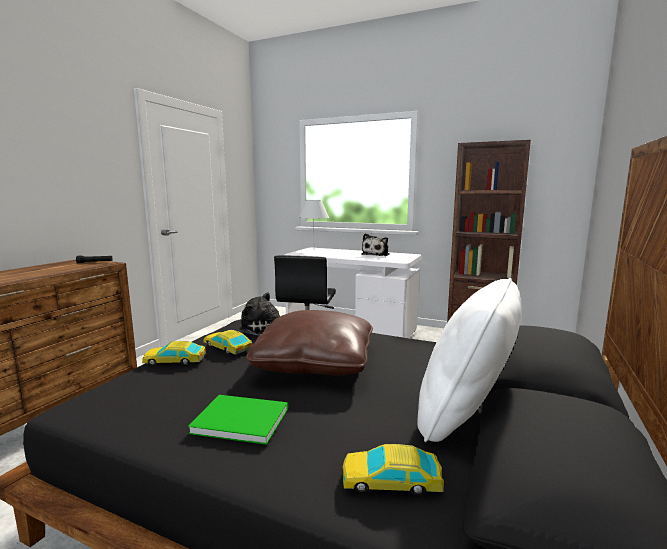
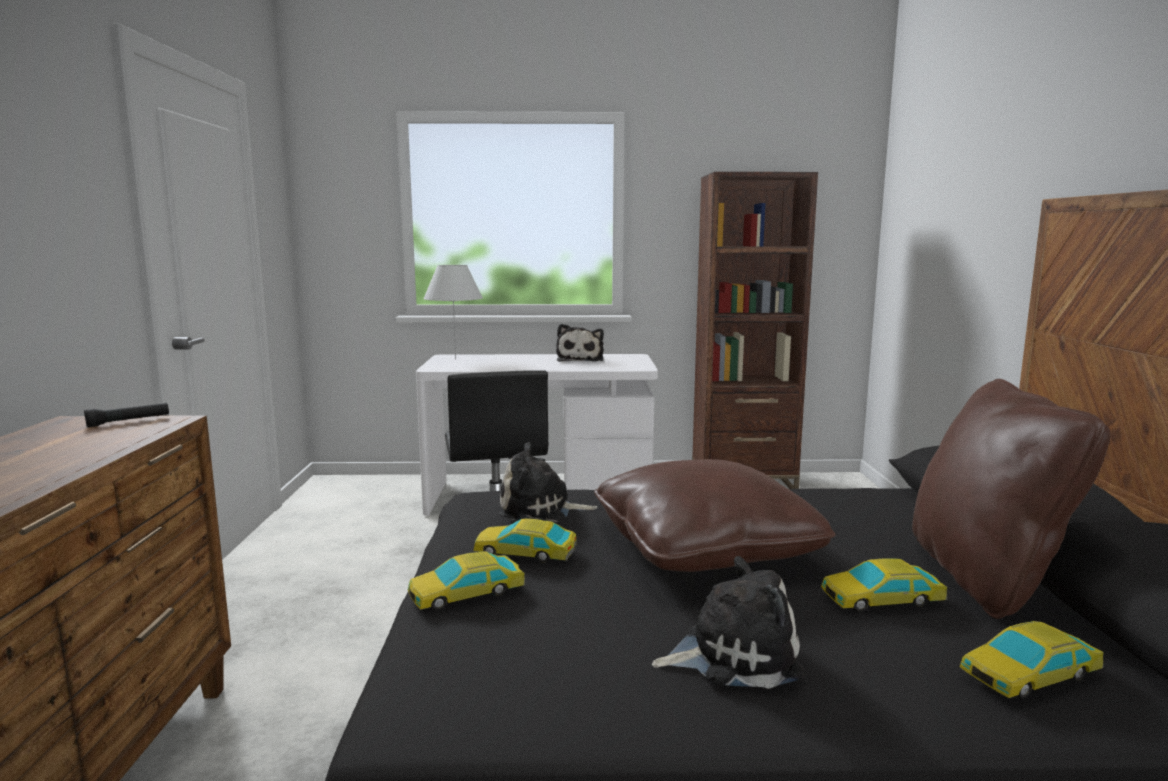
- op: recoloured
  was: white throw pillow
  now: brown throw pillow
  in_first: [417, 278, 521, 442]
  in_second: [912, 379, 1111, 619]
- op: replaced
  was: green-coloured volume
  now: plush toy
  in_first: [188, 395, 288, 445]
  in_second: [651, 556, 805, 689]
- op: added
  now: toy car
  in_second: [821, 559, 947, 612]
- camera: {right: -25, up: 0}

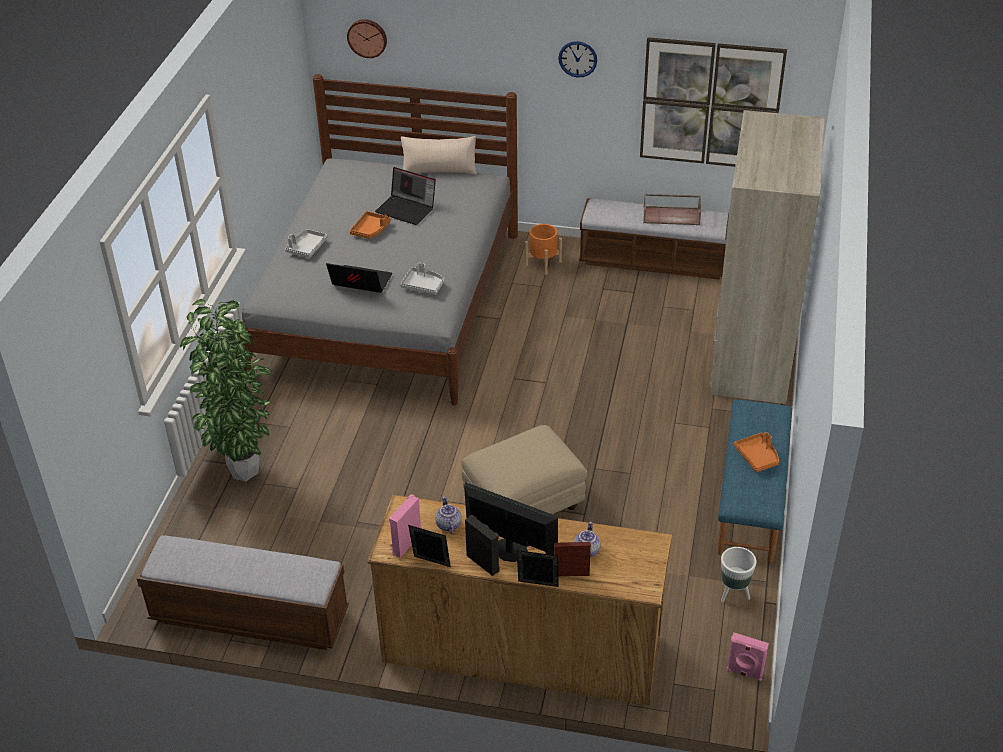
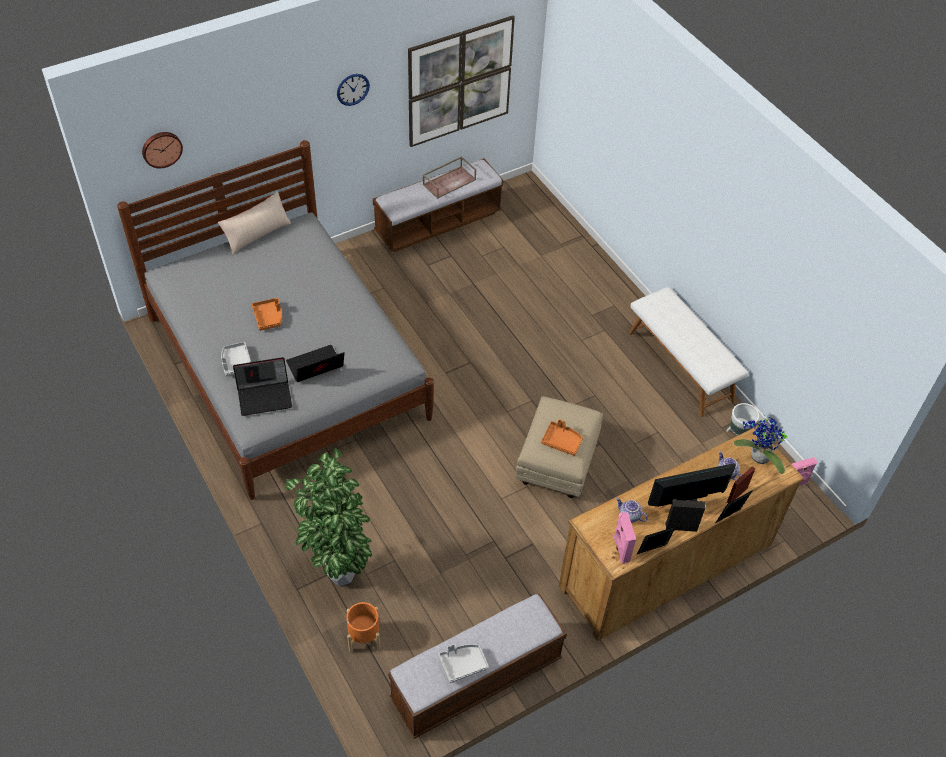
- op: removed
  was: beige-coloured armoire
  in_first: [710, 110, 825, 404]
- op: moved
  was: notebook computer
  in_first: [375, 167, 436, 225]
  in_second: [233, 357, 292, 416]
- op: moved
  was: orange plant pot
  in_first: [525, 224, 562, 275]
  in_second: [346, 602, 380, 652]
- op: moved
  was: greyish tray
  in_first: [400, 263, 444, 295]
  in_second: [438, 644, 489, 683]
- op: recoloured
  was: blue-coloured indoor bench
  now: white indoor bench
  in_first: [717, 399, 792, 563]
  in_second: [629, 287, 748, 417]
- op: moved
  was: orange tray
  in_first: [734, 432, 779, 472]
  in_second: [541, 419, 583, 456]
- op: added
  now: plant in a pot
  in_second: [734, 414, 788, 474]
- camera: {right: -45, up: 10}

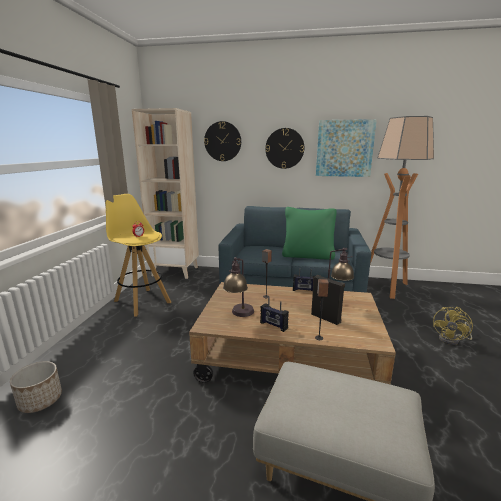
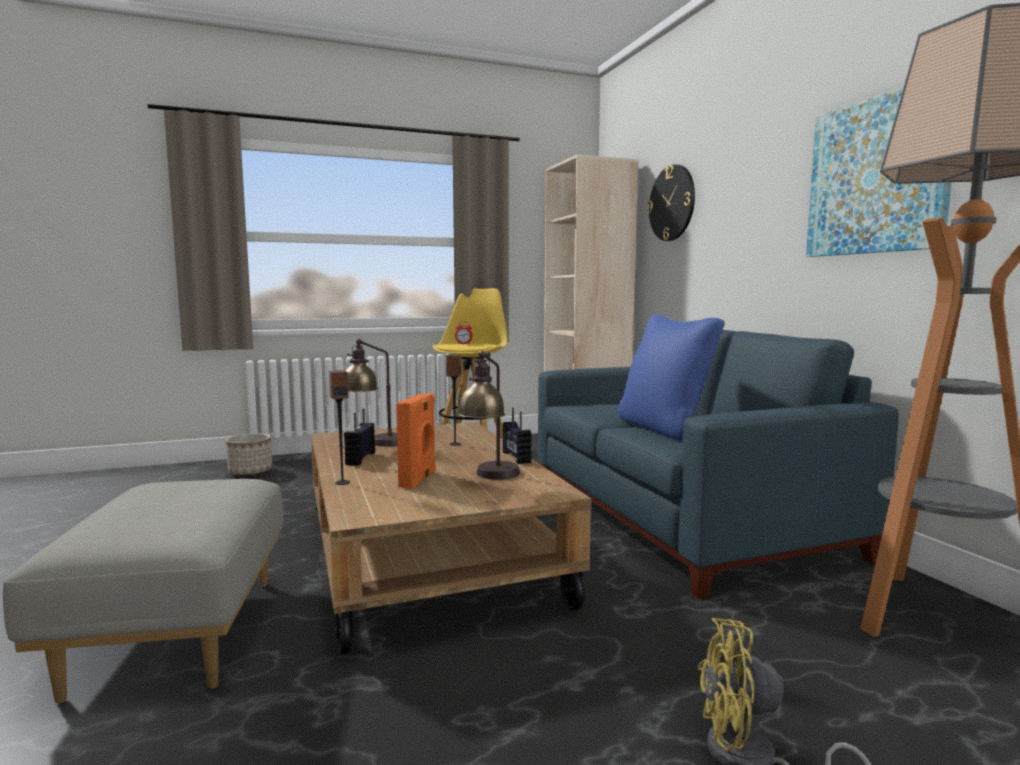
- op: removed
  was: clock on the wall
  in_first: [265, 128, 304, 169]
- op: recoloured
  was: green-coloured throw pillow
  now: blue-coloured throw pillow
  in_first: [282, 207, 337, 260]
  in_second: [618, 314, 725, 441]
- op: recoloured
  was: black audio speaker
  now: orange audio speaker
  in_first: [311, 275, 345, 325]
  in_second: [396, 393, 436, 489]
- camera: {right: 60, up: -10}

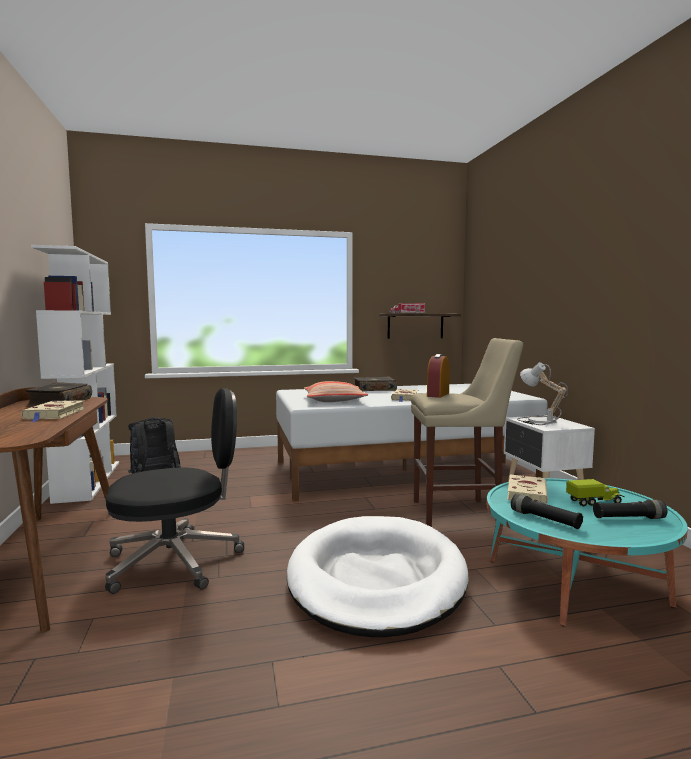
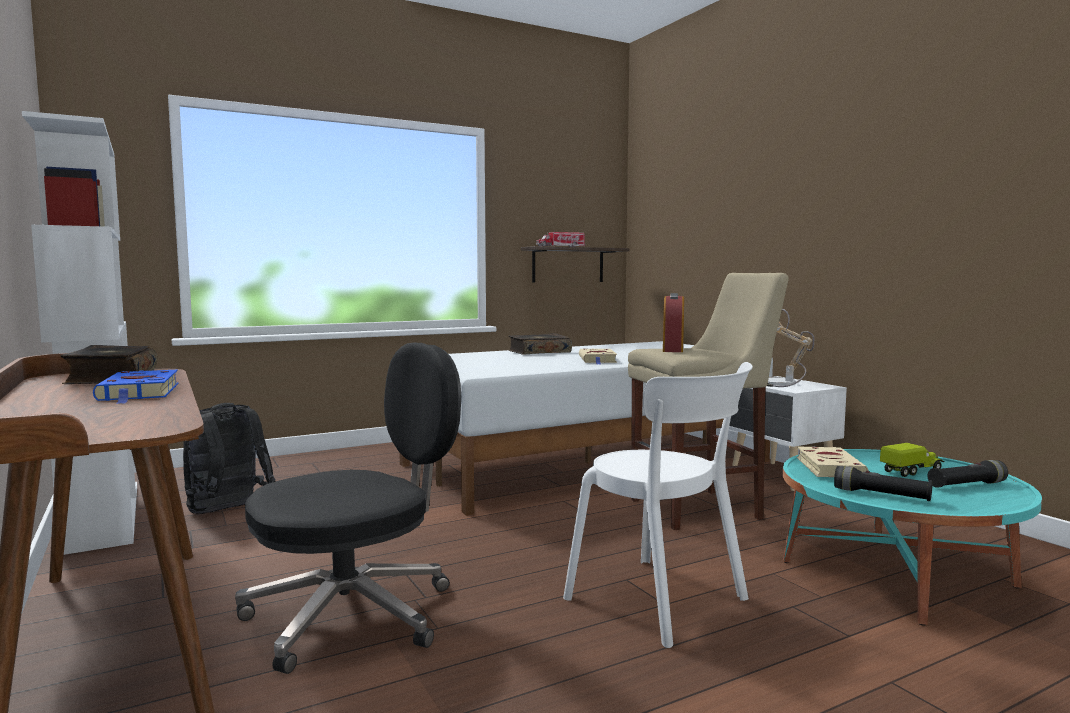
- op: removed
  was: throw pillow
  in_first: [304, 381, 368, 402]
- op: recoloured
  was: beige-coloured volume
  now: blue-coloured volume
  in_first: [21, 400, 85, 422]
  in_second: [93, 369, 179, 404]
- op: replaced
  was: white dog bed
  now: white upright chair
  in_first: [287, 516, 468, 637]
  in_second: [563, 362, 753, 648]
- camera: {right: -15, up: 0}

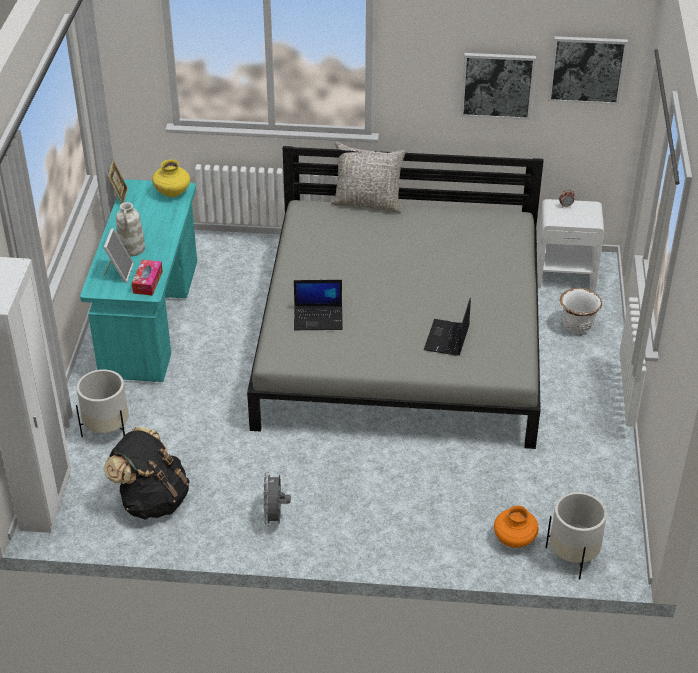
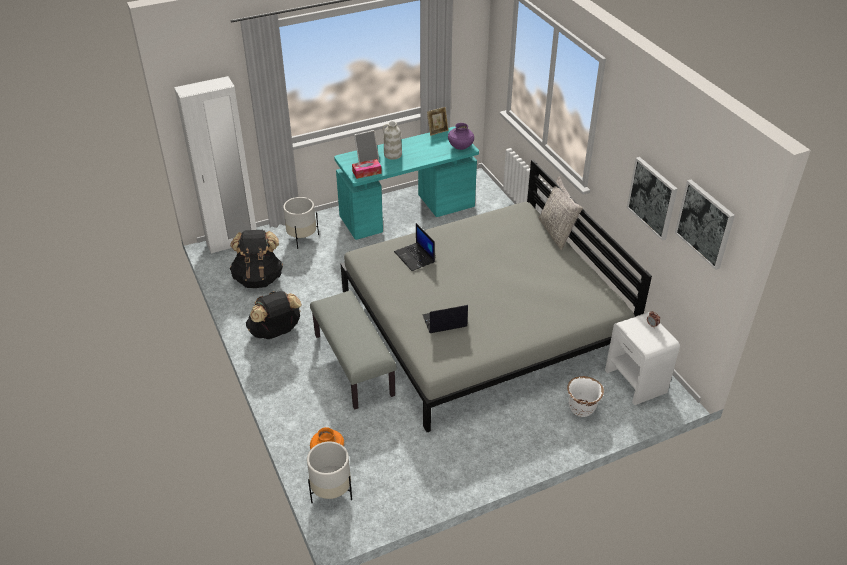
- op: recoloured
  was: yellow decorative vase
  now: purple-coloured decorative vase
  in_first: [152, 160, 190, 197]
  in_second: [448, 123, 474, 150]
- op: replaced
  was: greyish electric fan
  now: black knapsack
  in_first: [263, 472, 291, 527]
  in_second: [246, 291, 302, 339]
- op: added
  now: greyish indoor bench
  in_second: [310, 290, 397, 410]
- camera: {right: 60, up: 0}

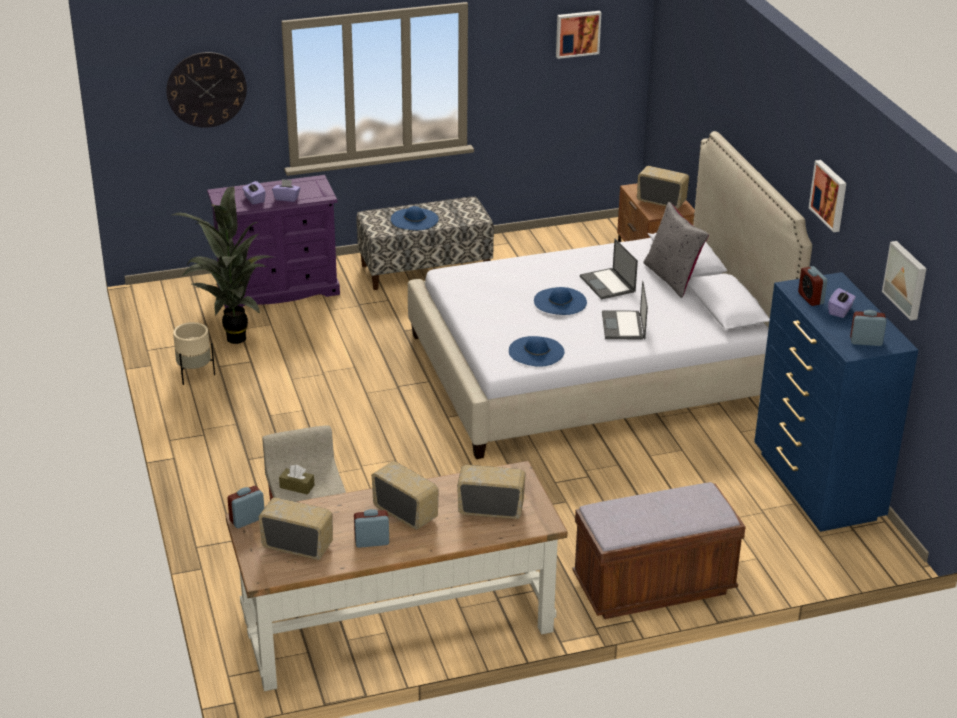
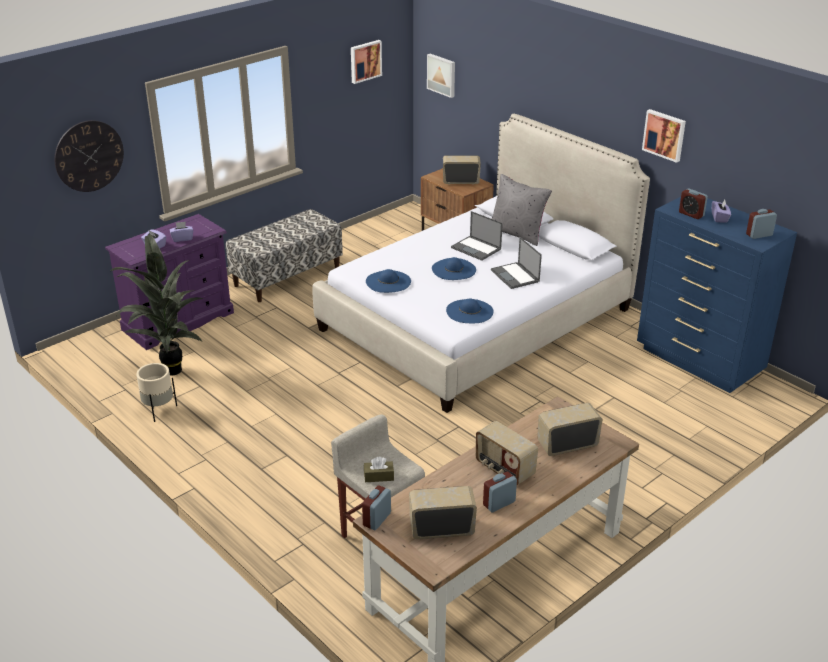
- op: moved
  was: blue-coloured wearable hat
  in_first: [391, 206, 439, 230]
  in_second: [366, 269, 411, 293]
- op: moved
  was: picture
  in_first: [882, 241, 926, 320]
  in_second: [427, 54, 455, 98]
- op: turned
  was: radio
  in_first: [372, 461, 438, 530]
  in_second: [476, 421, 538, 485]
  clockwise: -150
- op: removed
  was: brown indoor bench
  in_first: [572, 482, 746, 619]
- camera: {right: -25, up: 0}

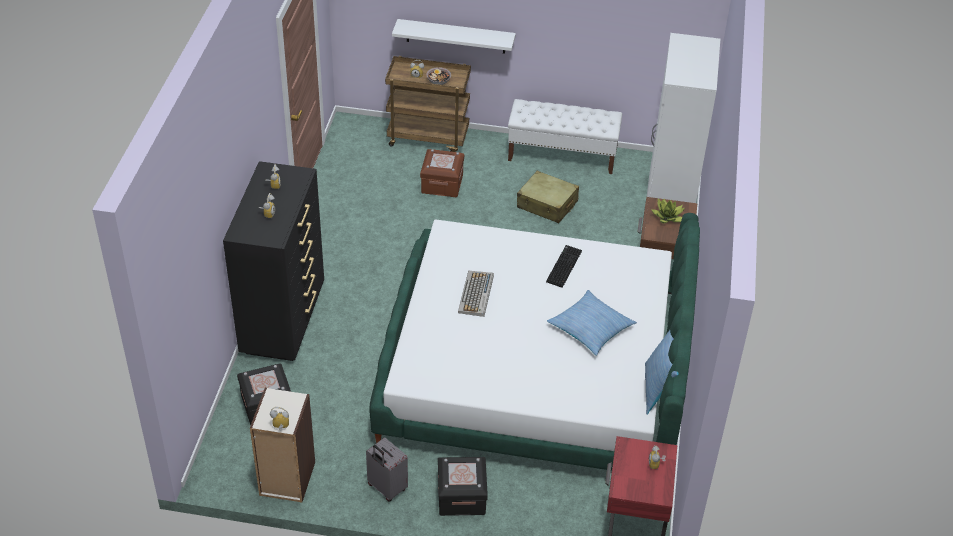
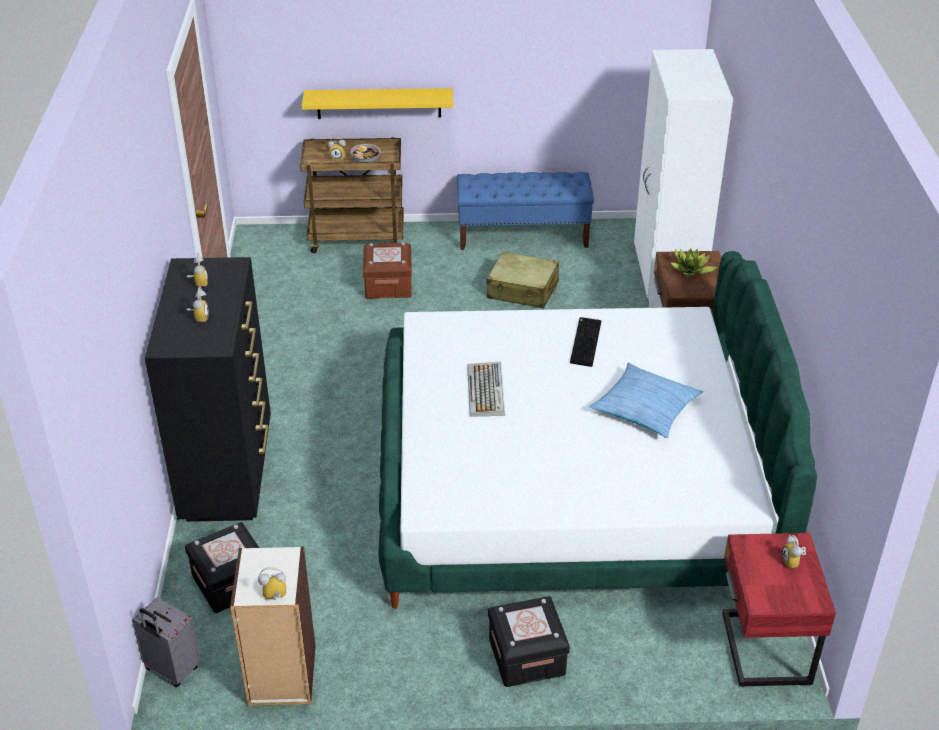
- op: recoloured
  was: white bracket shelf
  now: yellow bracket shelf
  in_first: [392, 19, 516, 54]
  in_second: [302, 88, 453, 119]
- op: recoloured
  was: white indoor bench
  now: blue-coloured indoor bench
  in_first: [508, 99, 622, 174]
  in_second: [457, 172, 594, 250]
- op: removed
  was: throw pillow
  in_first: [645, 330, 679, 414]
- op: moved
  was: greyish piece of luggage
  in_first: [366, 437, 408, 502]
  in_second: [132, 598, 201, 687]
- camera: {right: -10, up: -5}

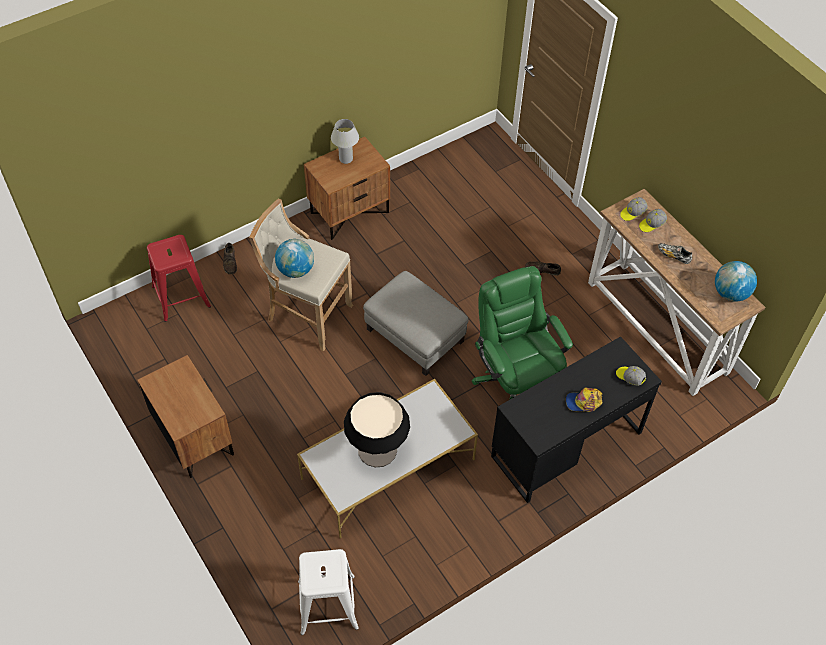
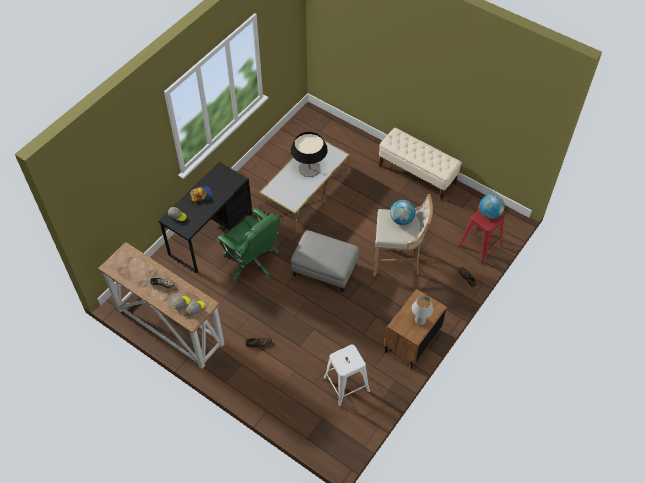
- op: moved
  was: world globe
  in_first: [715, 261, 757, 302]
  in_second: [479, 194, 505, 219]
- op: replaced
  was: brown nightstand
  now: beige-coloured indoor bench
  in_first: [138, 355, 234, 478]
  in_second: [379, 128, 462, 200]
- op: moved
  was: white stool seat
  in_first: [298, 549, 359, 635]
  in_second: [323, 345, 370, 407]
- camera: {right: 160, up: 0}

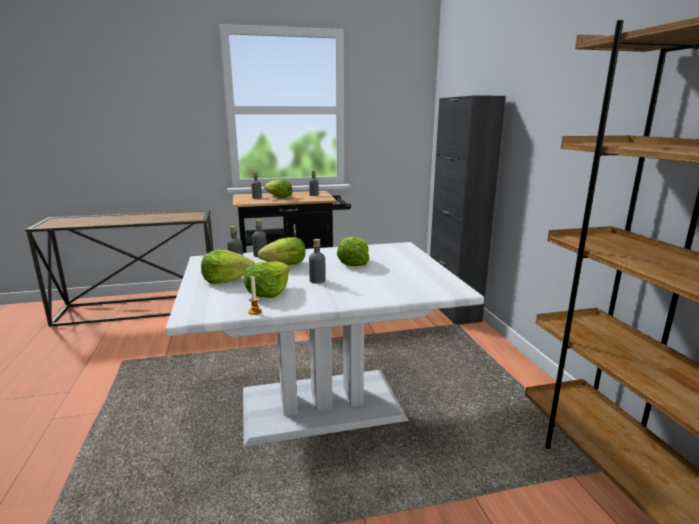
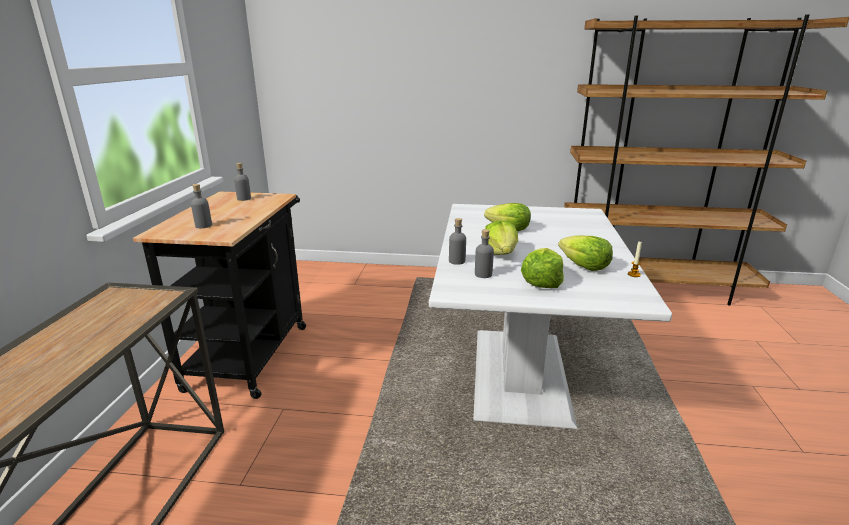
- op: removed
  was: black storage cabinet
  in_first: [430, 95, 506, 325]
- op: removed
  was: head of lettuce
  in_first: [264, 180, 292, 198]
- op: removed
  was: greyish drink bottle
  in_first: [309, 239, 326, 283]
- camera: {right: -70, up: 5}

